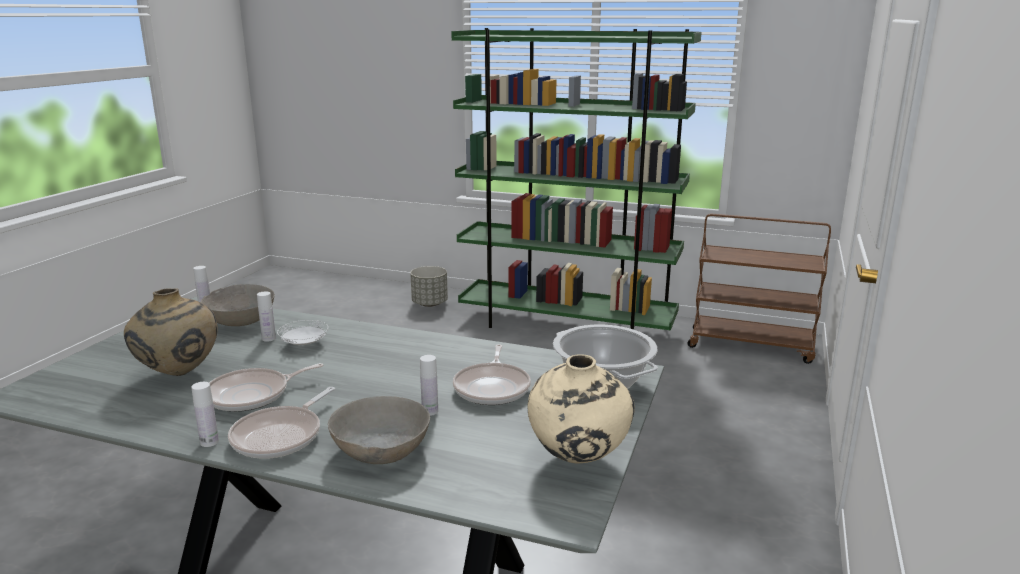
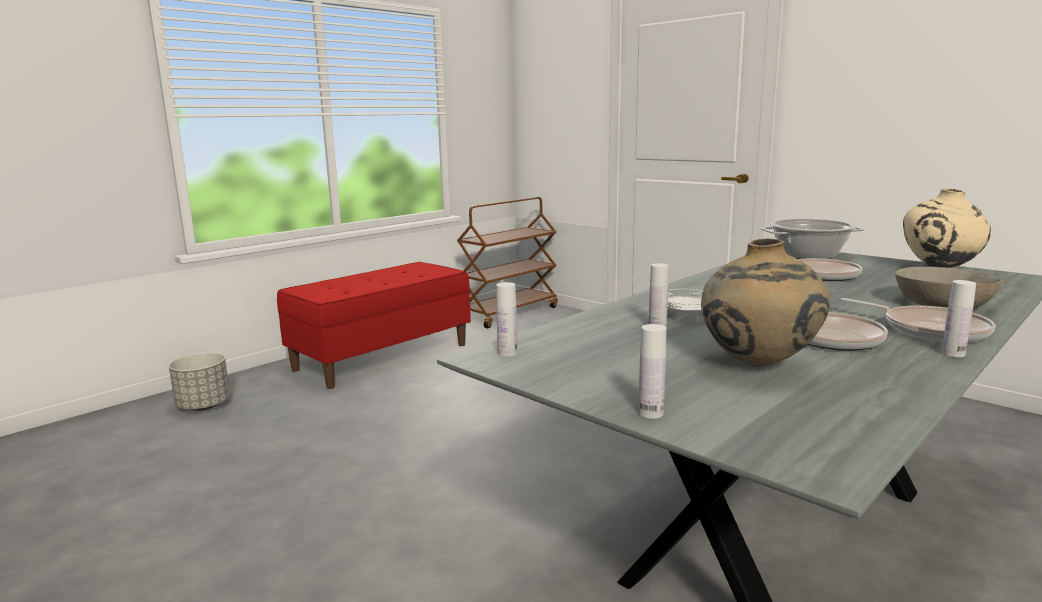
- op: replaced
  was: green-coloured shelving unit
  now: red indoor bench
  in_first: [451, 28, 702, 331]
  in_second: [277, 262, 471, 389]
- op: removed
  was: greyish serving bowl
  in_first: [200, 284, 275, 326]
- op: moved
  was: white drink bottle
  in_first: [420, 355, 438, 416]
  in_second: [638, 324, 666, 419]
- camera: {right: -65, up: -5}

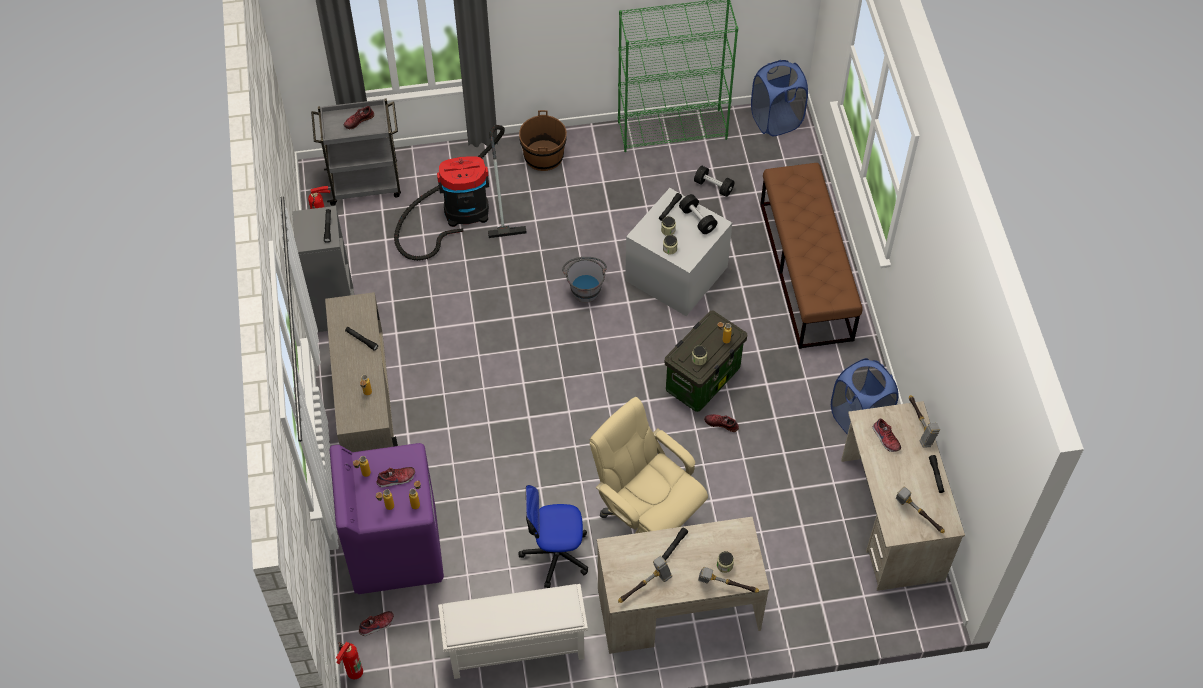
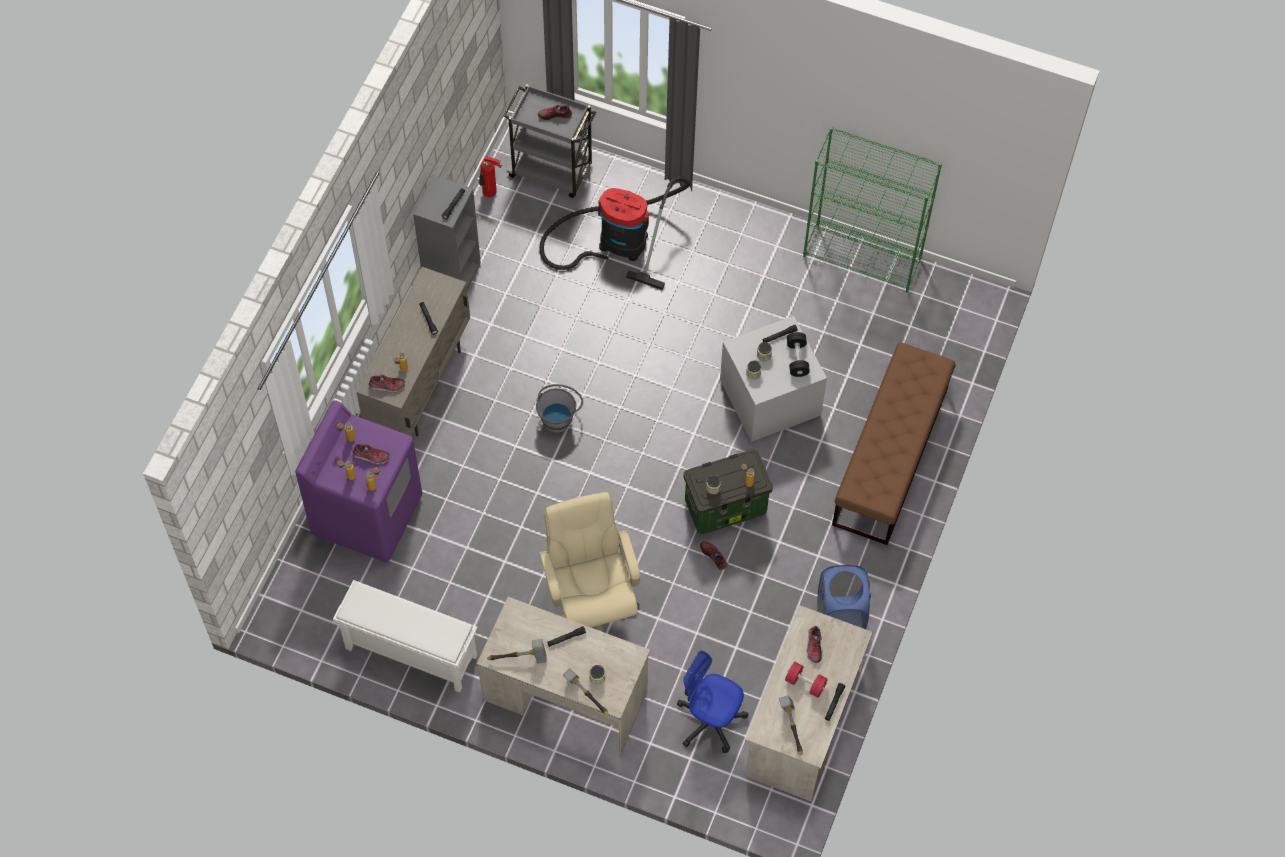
- op: removed
  was: blue-coloured laundry basket
  in_first: [751, 60, 808, 136]
- op: removed
  was: brown bucket
  in_first: [519, 110, 567, 171]
- op: removed
  was: black dumbbell
  in_first: [694, 166, 734, 197]
- op: moved
  was: greyish bucket
  in_first: [562, 257, 607, 303]
  in_second: [536, 384, 583, 433]
- op: removed
  was: hammer
  in_first: [909, 395, 940, 448]
- op: moved
  was: desk chair
  in_first: [519, 485, 588, 588]
  in_second: [677, 651, 748, 753]
- op: moved
  was: item of footwear
  in_first: [359, 611, 394, 636]
  in_second: [368, 374, 405, 392]
- op: removed
  was: fire-fighting cylinder
  in_first: [336, 642, 363, 679]
- op: added
  now: red dumbbell
  in_second: [785, 662, 828, 698]
- camera: {right: 30, up: 5}

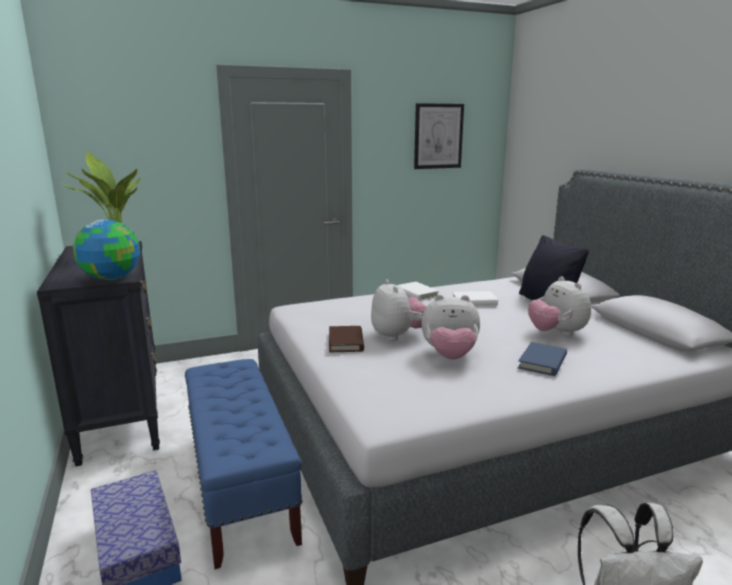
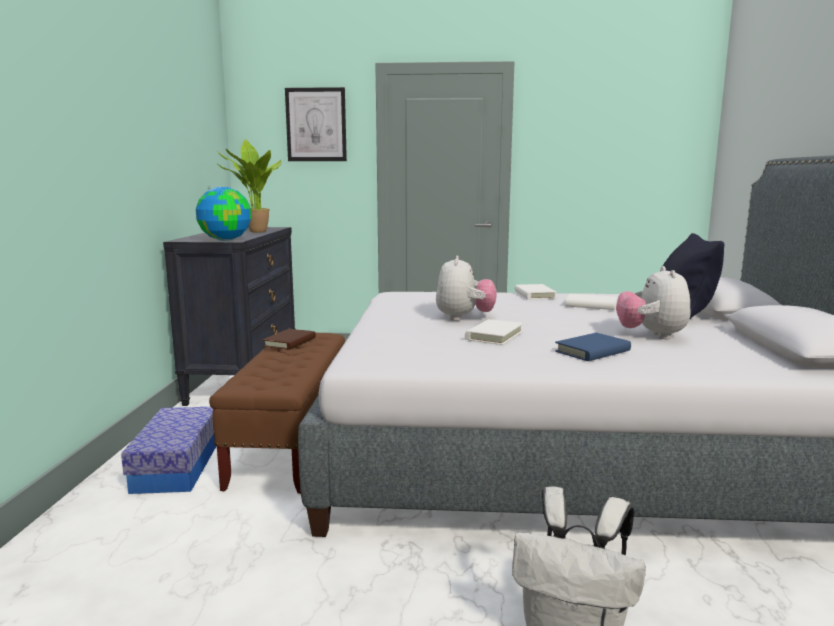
- op: moved
  was: picture
  in_first: [414, 103, 464, 169]
  in_second: [285, 87, 347, 161]
- op: replaced
  was: plush toy
  now: white volume
  in_first: [421, 295, 480, 360]
  in_second: [465, 319, 523, 345]
- op: moved
  was: brown volume
  in_first: [329, 326, 364, 352]
  in_second: [263, 329, 316, 350]
- op: recoloured
  was: blue-coloured indoor bench
  now: brown indoor bench
  in_first: [185, 359, 302, 569]
  in_second: [209, 333, 345, 494]
- camera: {right: 25, up: -5}

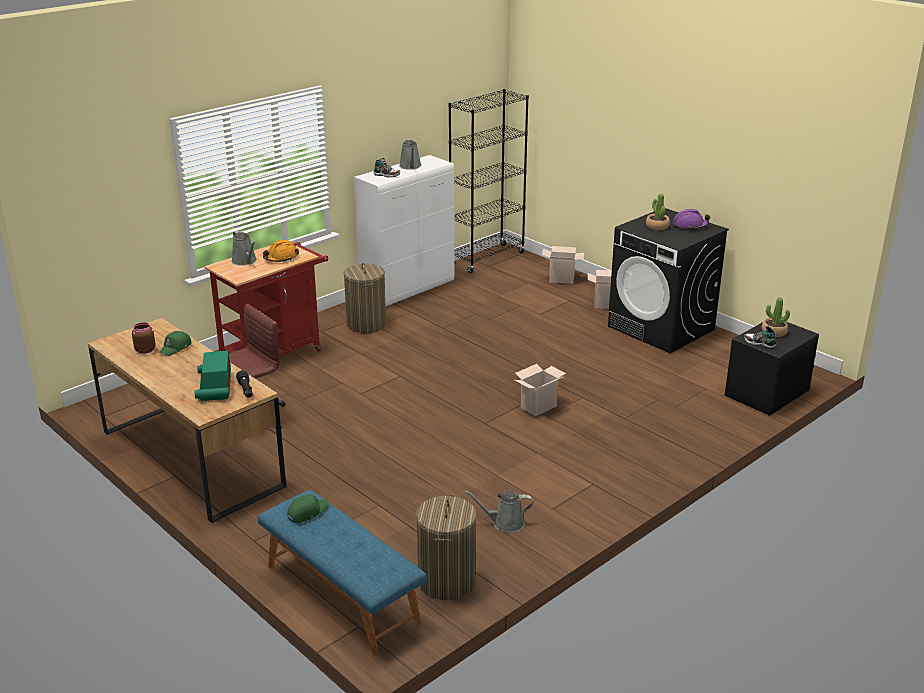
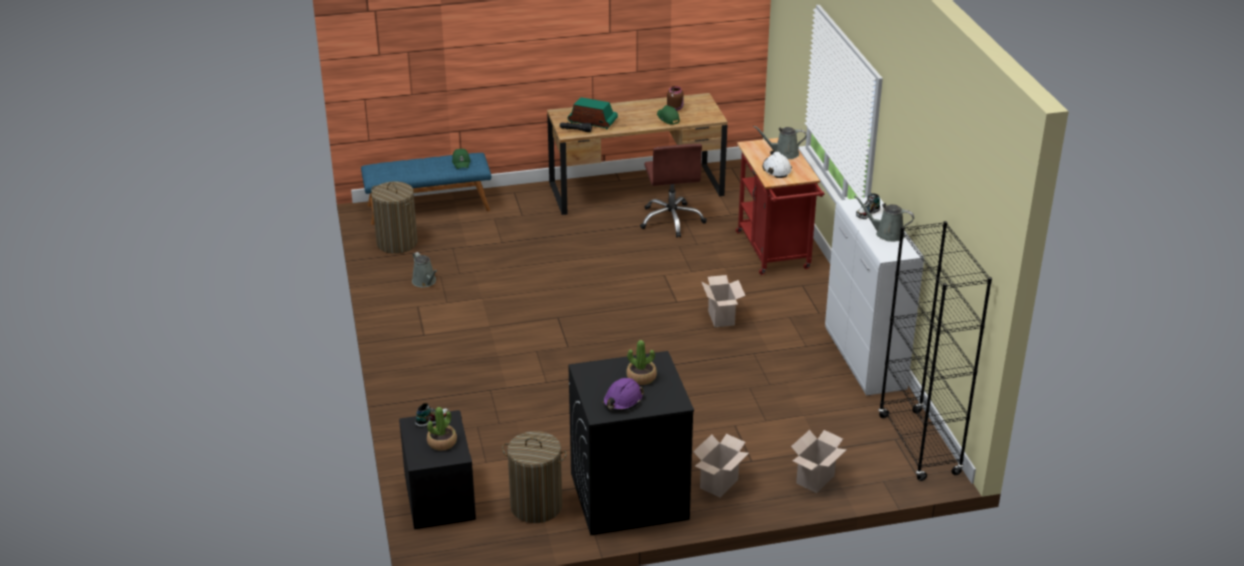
- op: recoloured
  was: orange work helmet
  now: white work helmet
  in_first: [263, 240, 299, 262]
  in_second: [763, 150, 792, 178]
- op: moved
  was: laundry basket
  in_first: [344, 263, 386, 333]
  in_second: [502, 431, 567, 523]
- op: moved
  was: packing box
  in_first: [515, 364, 566, 416]
  in_second: [701, 275, 746, 327]
- op: turned
  was: greyish sprinkling can
  in_first: [465, 491, 533, 533]
  in_second: [412, 252, 437, 287]
  clockwise: 120
- camera: {right: 120, up: 5}

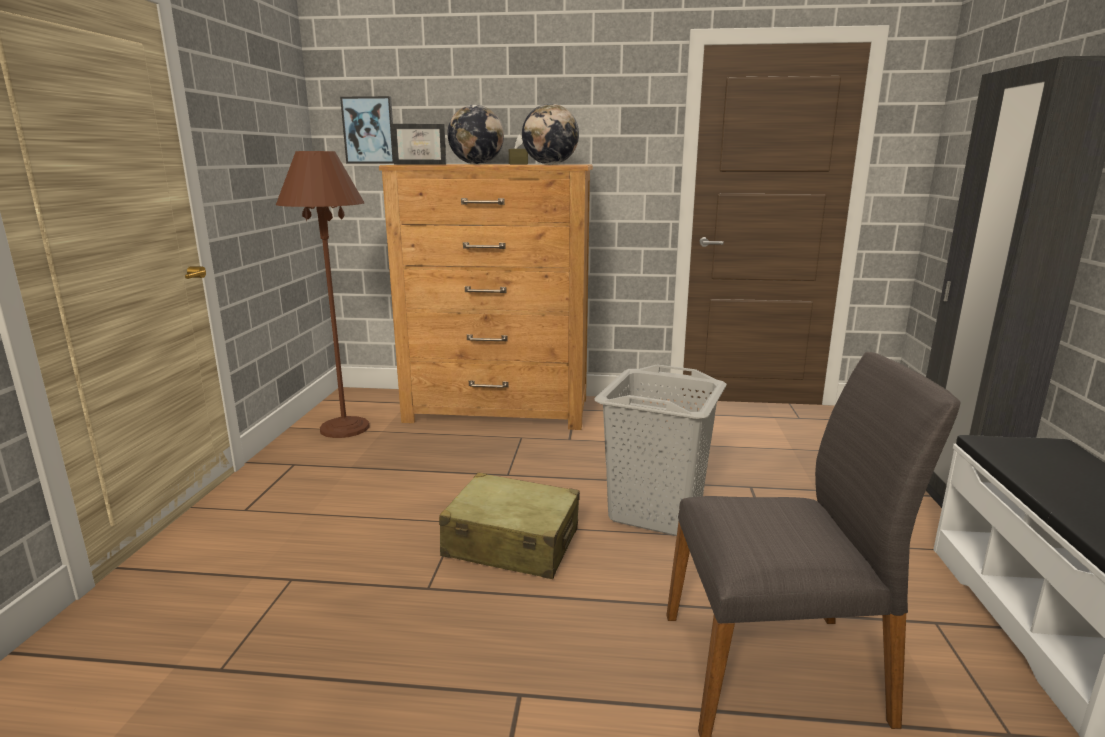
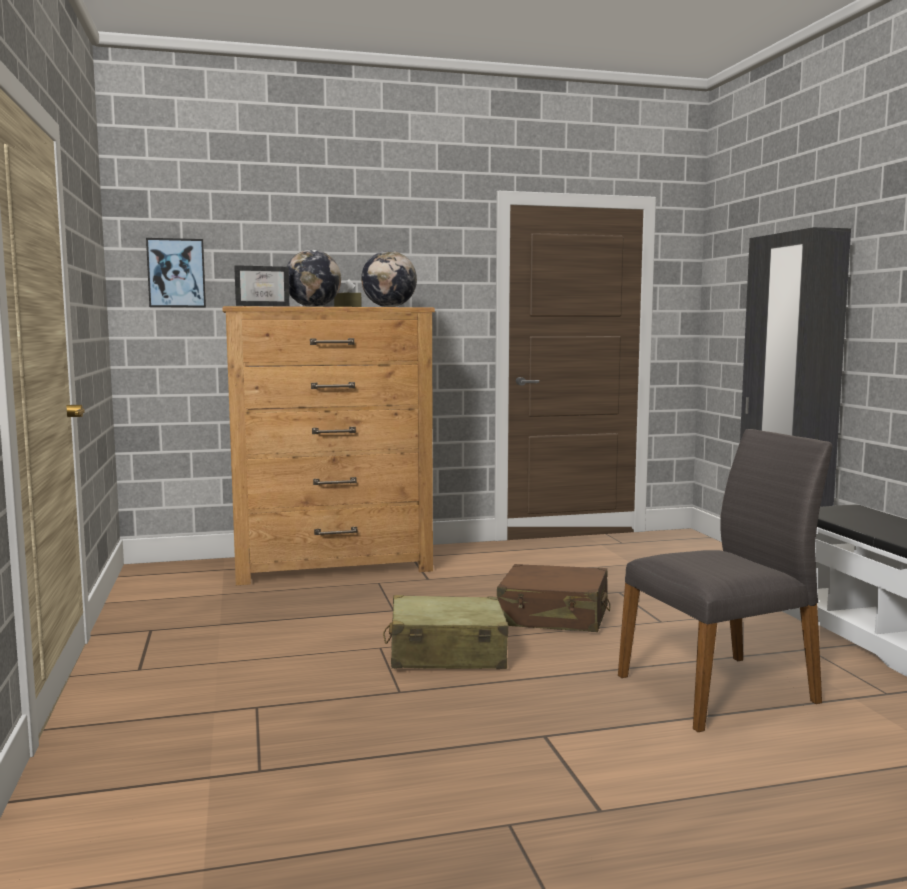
- op: removed
  was: brown floor lamp
  in_first: [276, 151, 369, 438]
- op: replaced
  was: greyish laundry basket
  now: brown piece of luggage
  in_first: [594, 364, 727, 536]
  in_second: [497, 564, 610, 632]
- camera: {right: -20, up: -10}

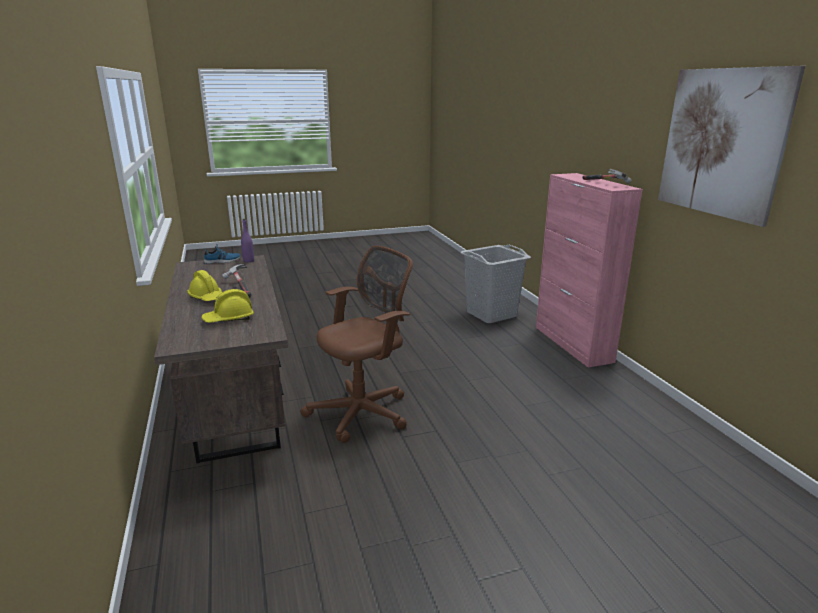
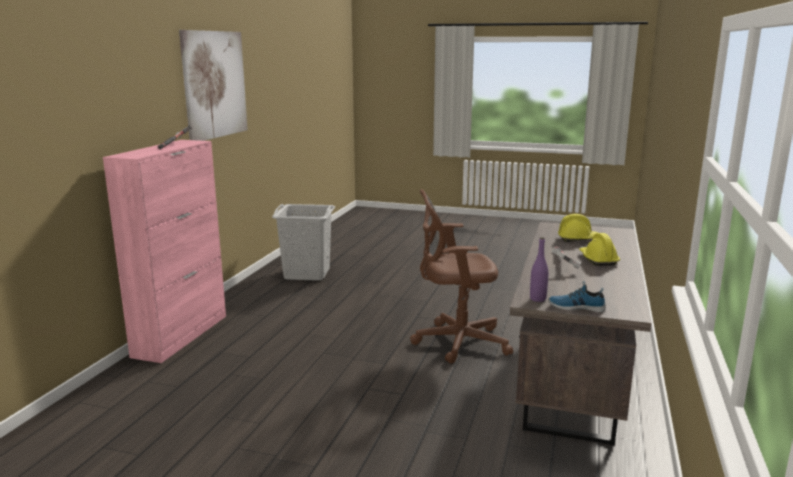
- op: moved
  was: greyish laundry basket
  in_first: [460, 245, 531, 323]
  in_second: [272, 204, 335, 281]
- camera: {right: -145, up: -5}

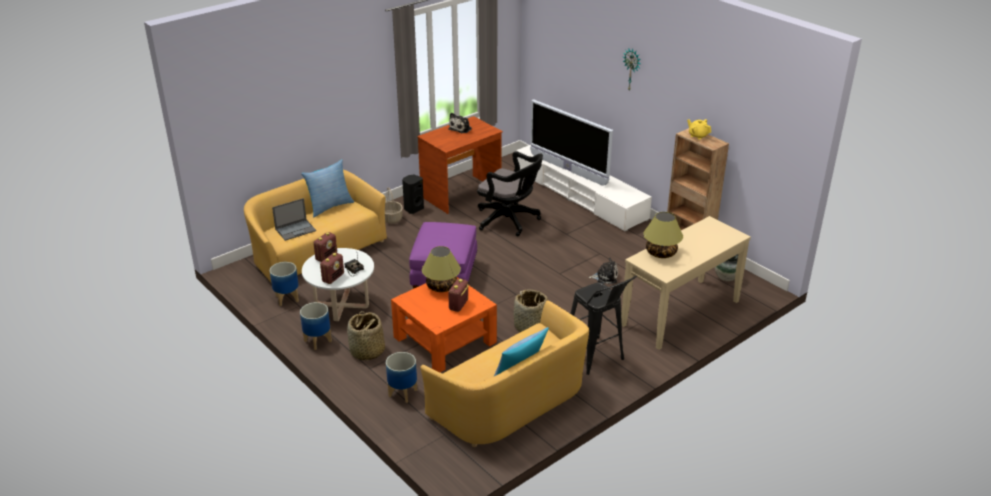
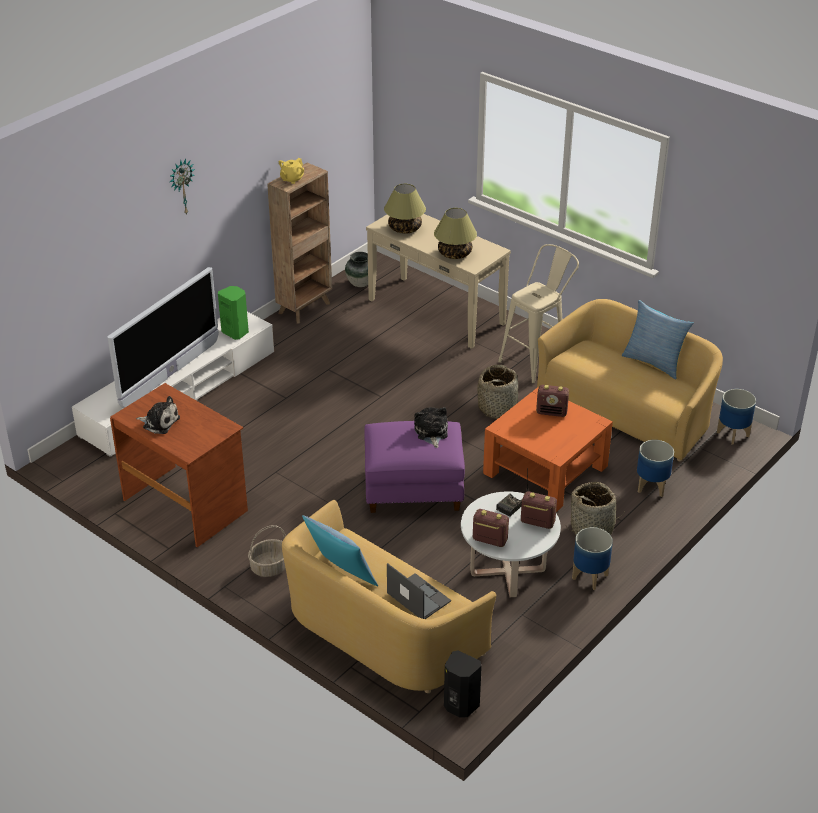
- op: removed
  was: black desk chair
  in_first: [477, 151, 543, 237]
- op: moved
  was: black audio speaker
  in_first: [402, 175, 424, 214]
  in_second: [444, 650, 482, 718]
- op: moved
  was: table lamp
  in_first: [422, 246, 461, 292]
  in_second: [384, 184, 426, 234]
- op: moved
  was: plush toy
  in_first: [588, 258, 618, 284]
  in_second: [414, 407, 448, 448]
- op: moved
  was: plant pot
  in_first: [270, 262, 299, 306]
  in_second: [717, 389, 756, 445]
- op: recoloured
  was: black stool seat
  now: beige-coloured stool seat
  in_first: [570, 276, 637, 375]
  in_second: [498, 244, 579, 383]
- op: added
  now: green-coloured audio speaker
  in_second: [218, 286, 249, 340]
- camera: {right: -100, up: 5}

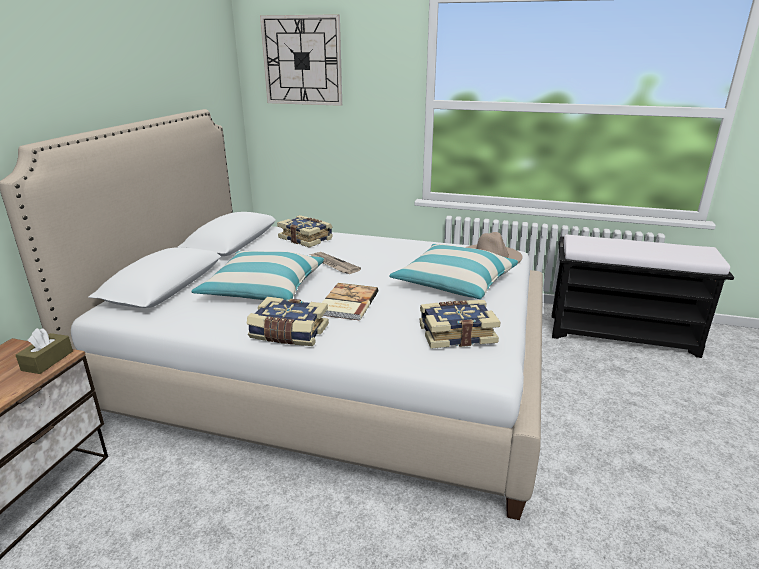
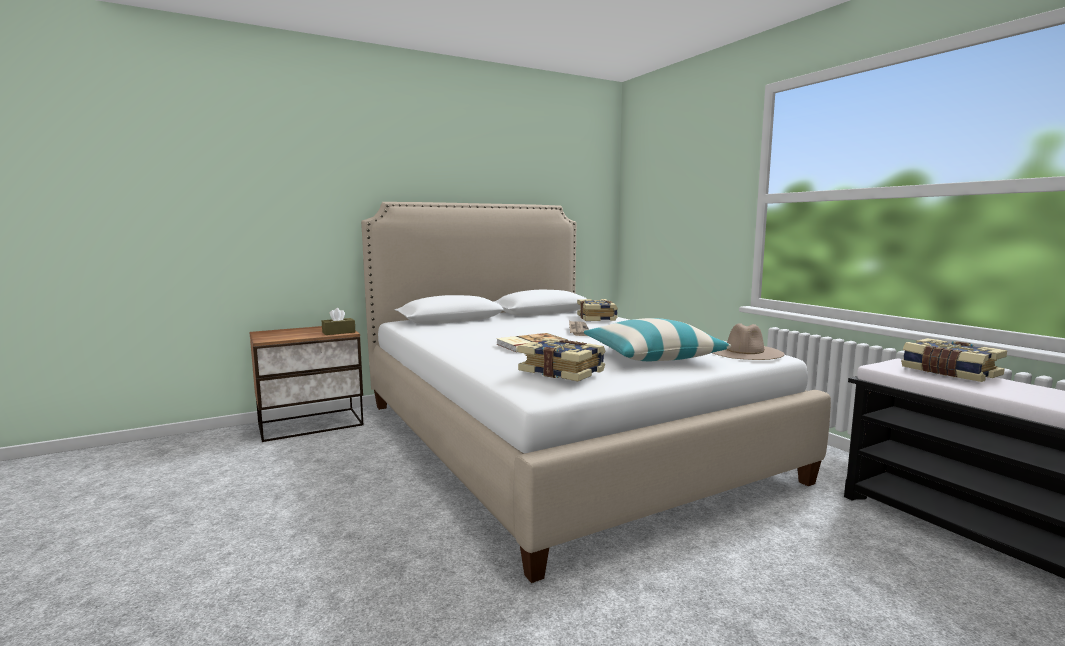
- op: removed
  was: clock on the wall
  in_first: [260, 14, 342, 106]
- op: removed
  was: throw pillow
  in_first: [191, 251, 324, 300]
- op: moved
  was: volume
  in_first: [246, 297, 329, 346]
  in_second: [901, 338, 1007, 382]
- camera: {right: 45, up: -15}

